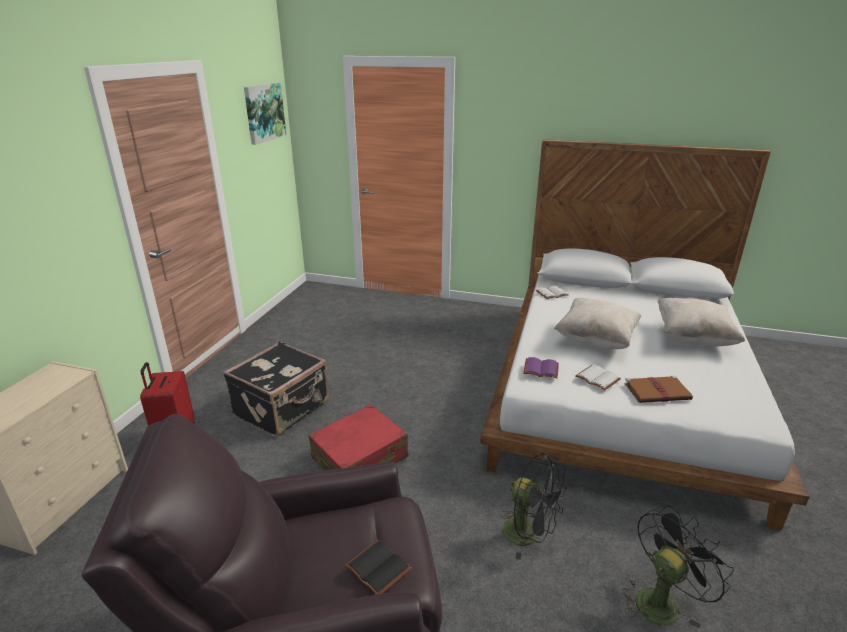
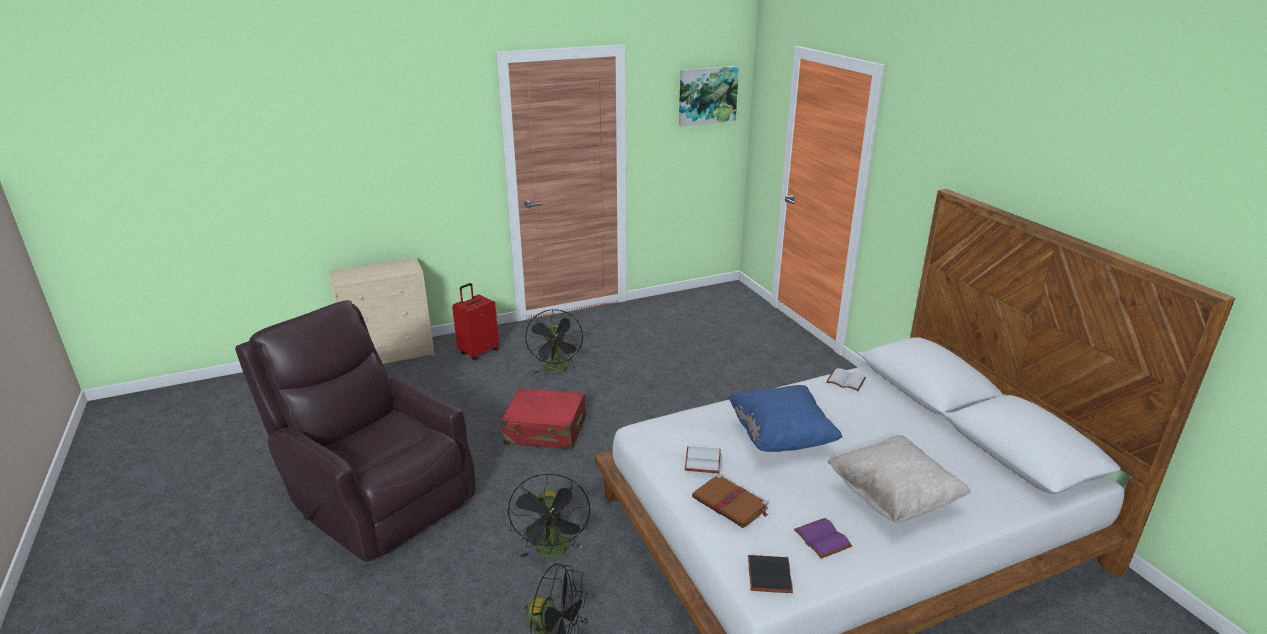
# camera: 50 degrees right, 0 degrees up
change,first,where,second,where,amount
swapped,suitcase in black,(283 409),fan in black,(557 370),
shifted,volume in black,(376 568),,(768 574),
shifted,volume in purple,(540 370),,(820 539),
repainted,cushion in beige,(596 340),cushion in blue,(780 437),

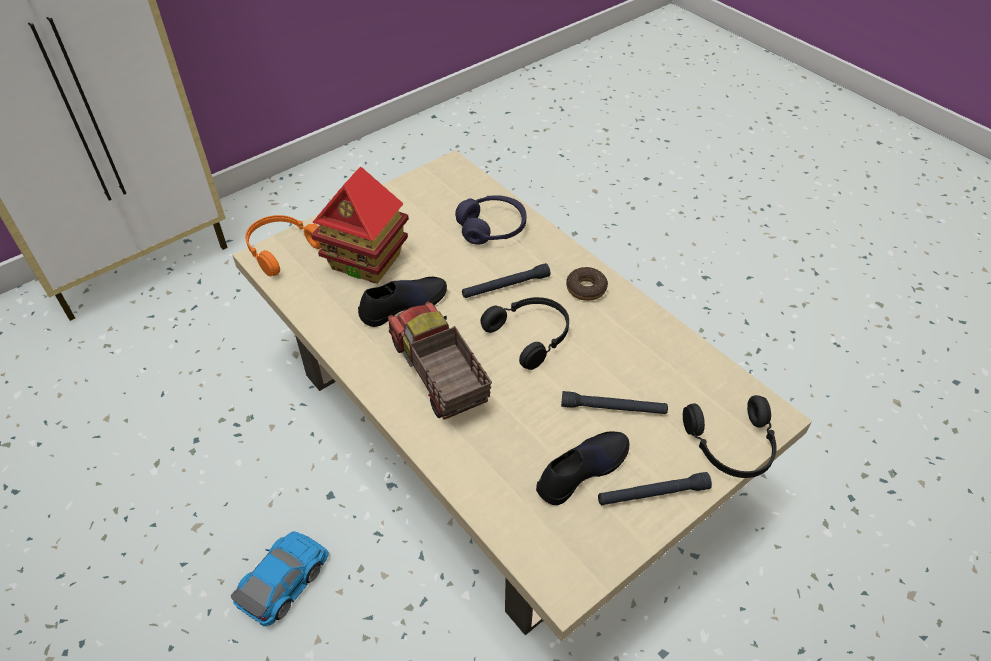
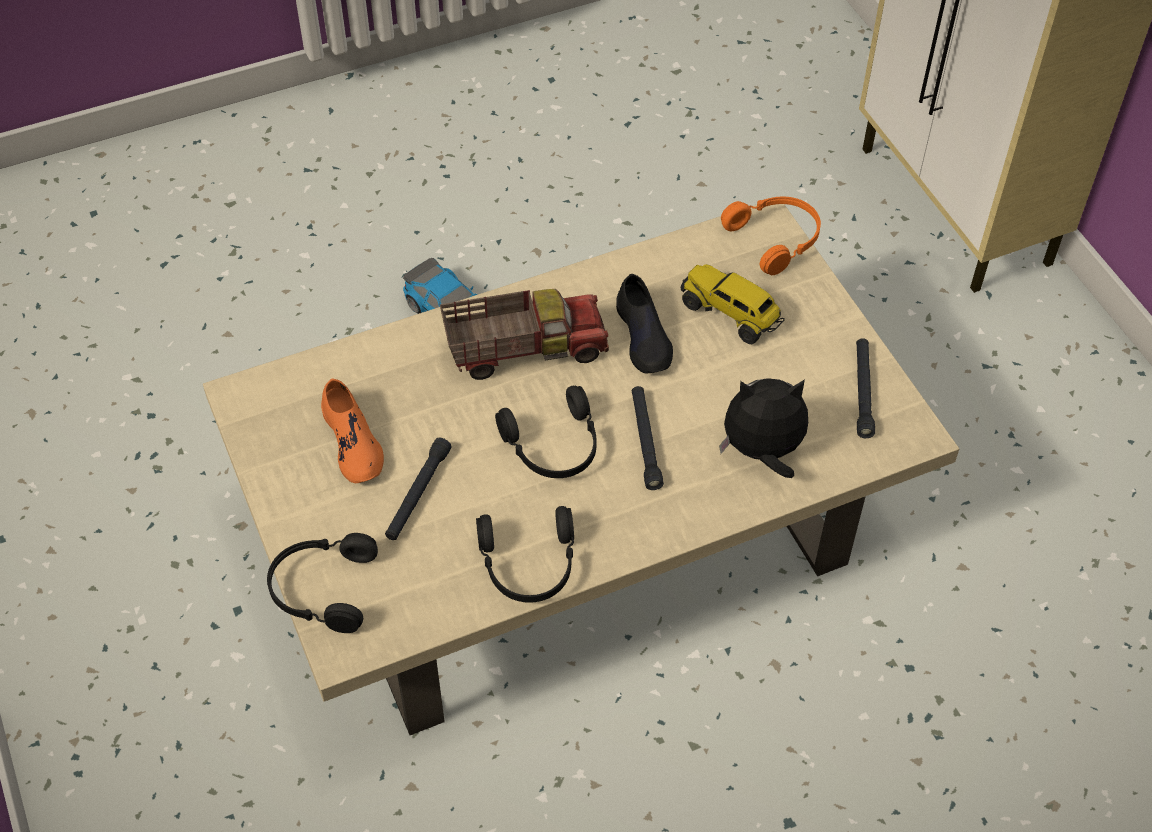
# camera: 105 degrees right, 5 degrees up
change,first,where,second,where,amount
swapped,model house,(366 261),toy lorry,(731 313),
swapped,headphones in purple,(492 228),soft toy,(762 452),
repainted,item of footwear in black,(582 470),item of footwear in orange,(353 442),
gone,ring doughnut,(586 288),,,
shifted,torch in black,(653 494),,(862 391),
new,,,headphones in black,(529 565),

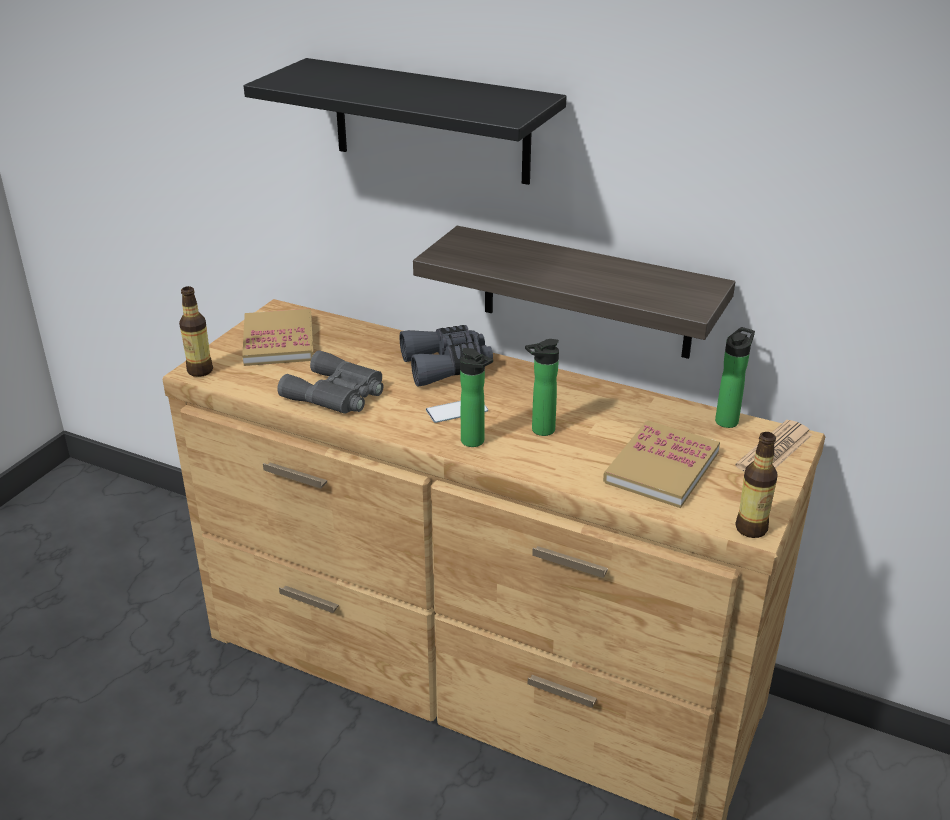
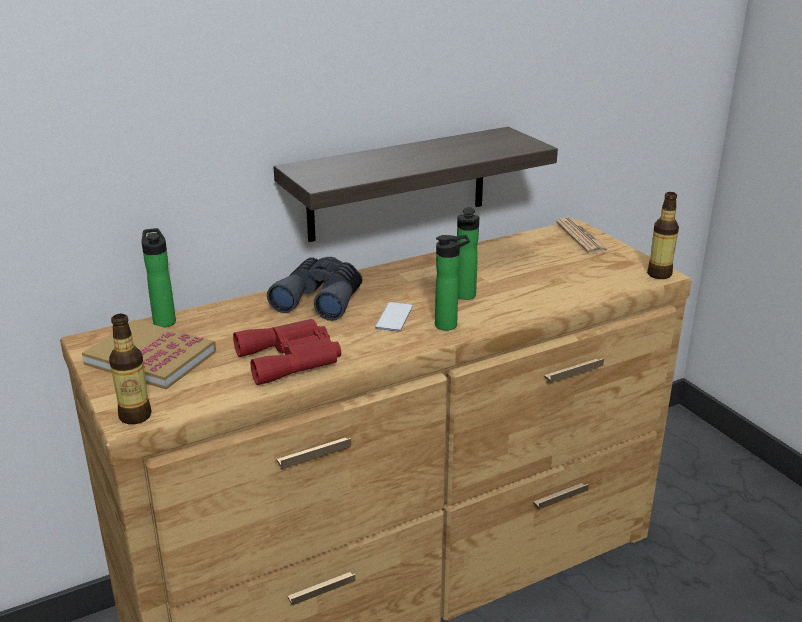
# camera: 55 degrees left, 5 degrees down
change,first,where,second,where,amount
gone,bracket shelf in black,(430 121),,,
repainted,binoculars in grey,(337 394),binoculars in red-coloured,(292 358),
gone,volume,(661 467),,,
shifted,drink bottle,(728 420),,(164 321),

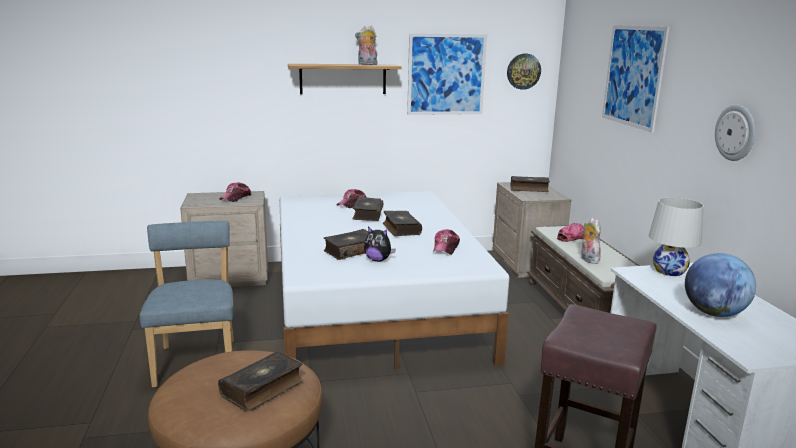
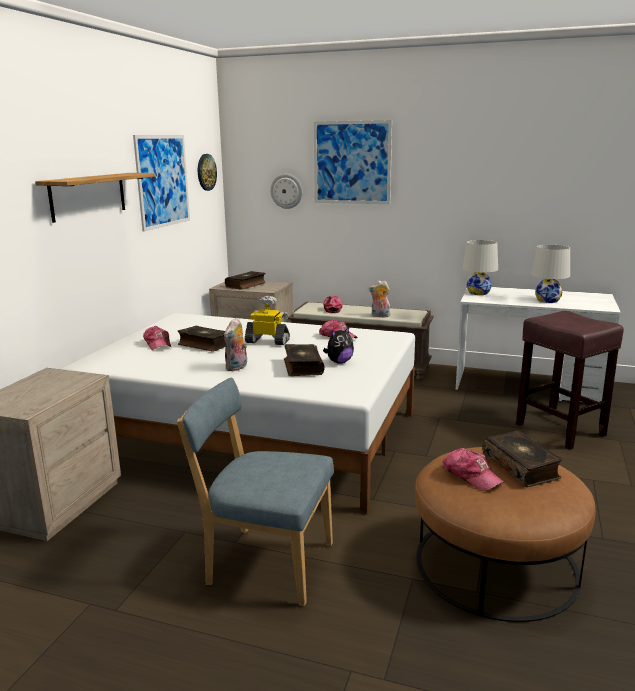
# camera: 60 degrees left, 0 degrees up
change,first,where,second,where,amount
shifted,baseball cap,(236 197),,(471 475),
shifted,soft toy,(367 64),,(237 367),
swapped,volume,(400 229),robot figure,(268 341),
swapped,globe,(713 313),tabletop lamp in white-coloured,(548 300),
shifted,wall clock,(736 132),,(286 191),

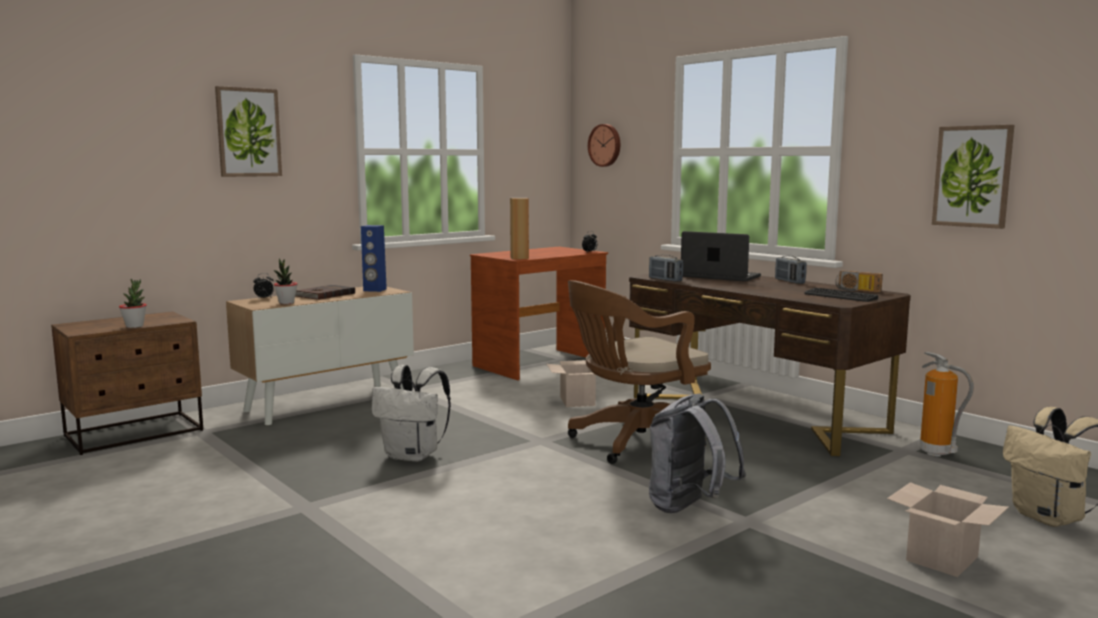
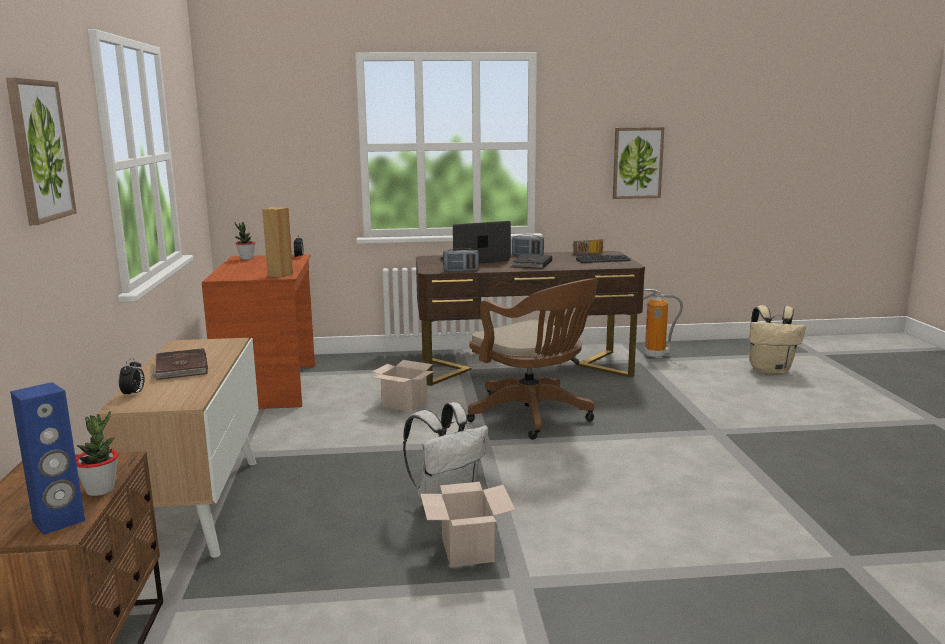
# camera: 55 degrees left, 5 degrees up
change,first,where,second,where,amount
shifted,plant in a pot,(286 303),,(247 259),
shifted,audio speaker in blue,(374 290),,(59 521),
rotated,desk chair in brownish,(634 443),,(534 416),45 degrees counterclockwise
gone,wall clock,(605 145),,,
gone,rucksack in grey,(689 507),,,
shifted,carton,(941 557),,(466 549),
new,,,volume in black,(531 264),

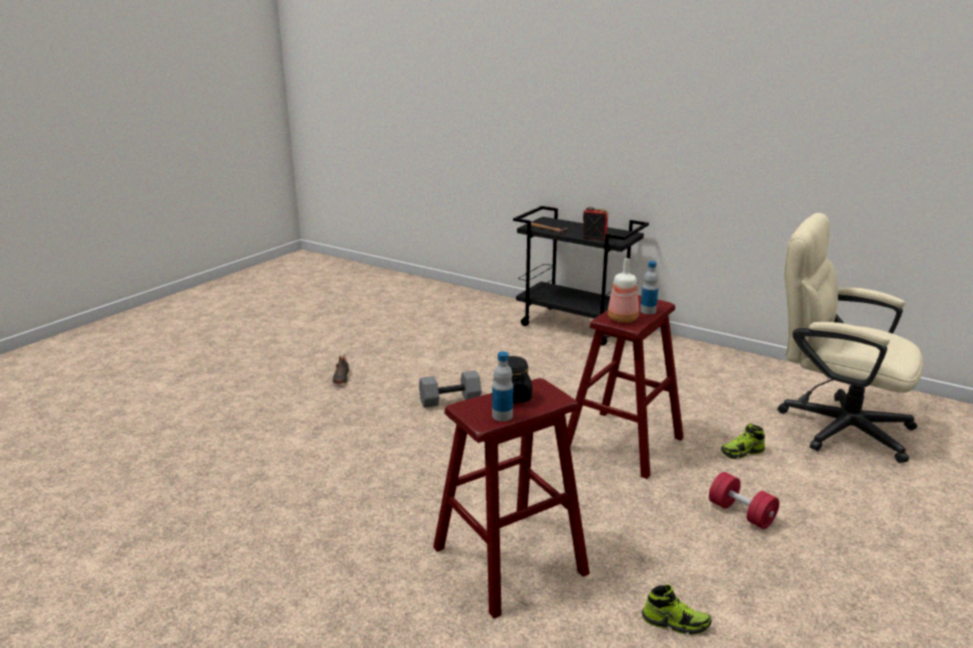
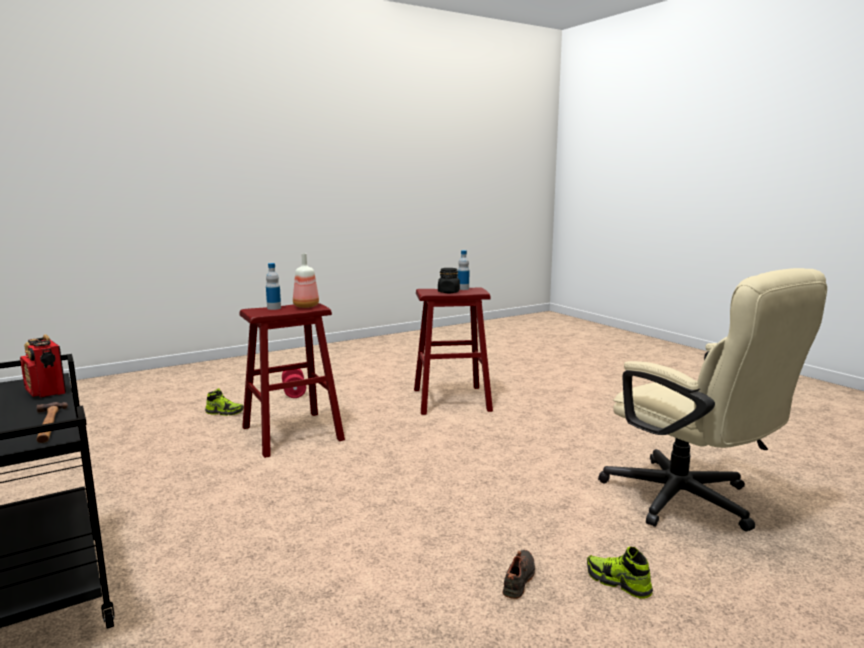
# camera: 155 degrees left, 10 degrees down
change,first,where,second,where,amount
gone,free weight in grey,(450 399),,,
shifted,item of footwear,(675 622),,(618 583),
shifted,desk chair in beige,(832 425),,(691 503),

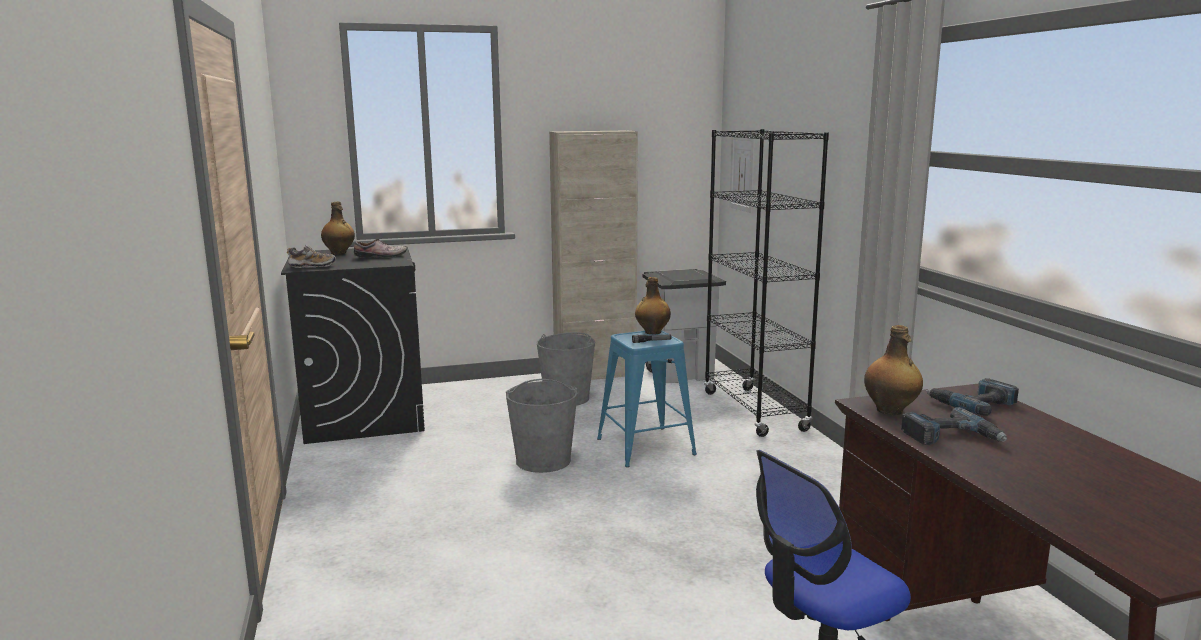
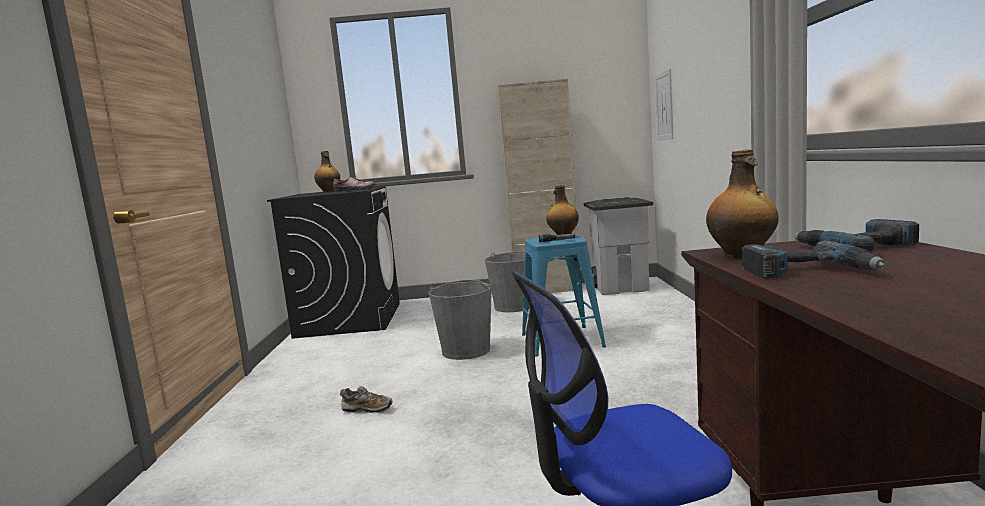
# camera: 15 degrees right, 5 degrees down
change,first,where,second,where,amount
shifted,item of footwear,(312 266),,(367 410),
gone,bookshelf in black,(754 411),,,

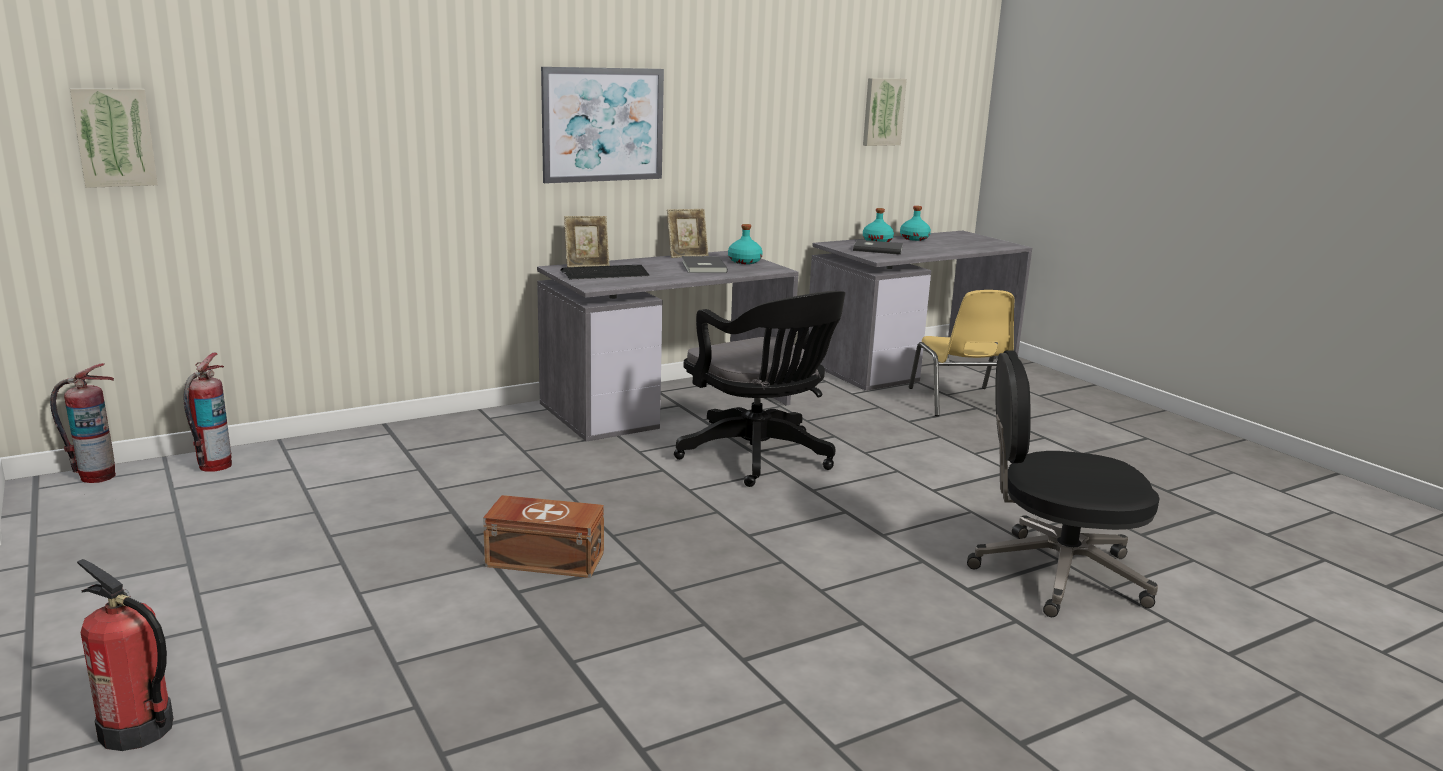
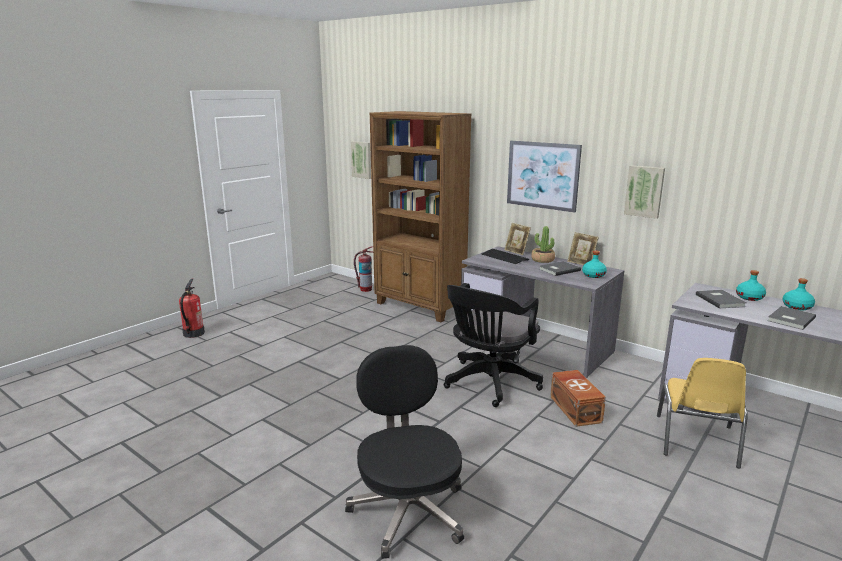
# camera: 70 degrees right, 0 degrees up
change,first,where,second,where,amount
gone,fire extinguisher,(97 476),,,
shifted,storage container in brownish,(544 558),,(575 408),
shifted,wall picture,(882 112),,(644 191),
rotated,chair in yellowish,(960 402),,(696 441),45 degrees counterclockwise
new,,,bookshelf in brownish,(420 307),
new,,,plant in a pot,(542 260),
new,,,volume in grey,(789 319),

